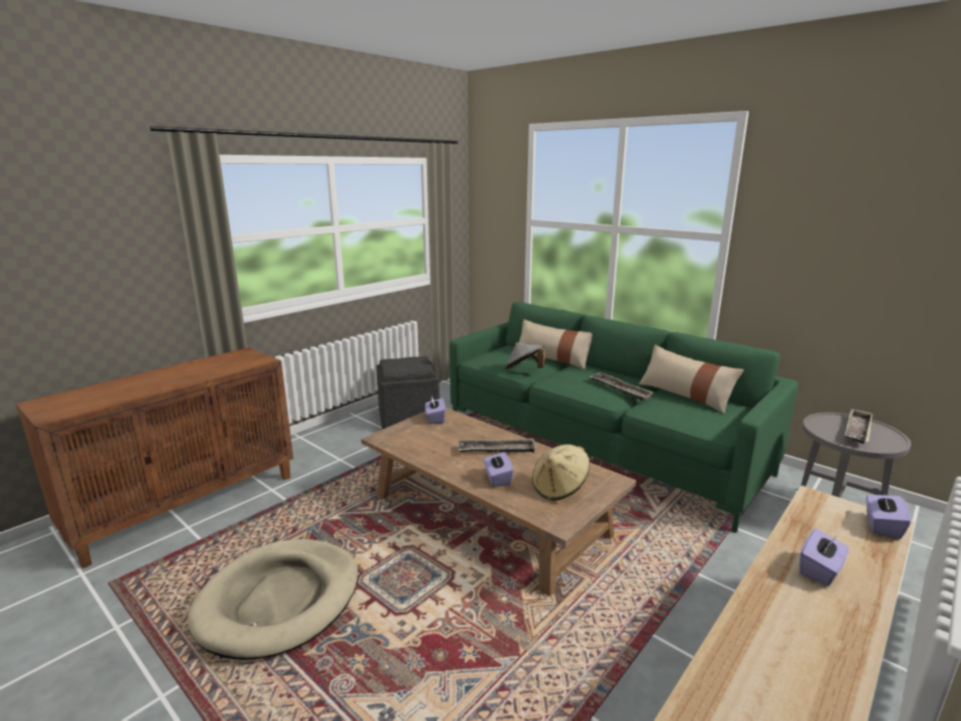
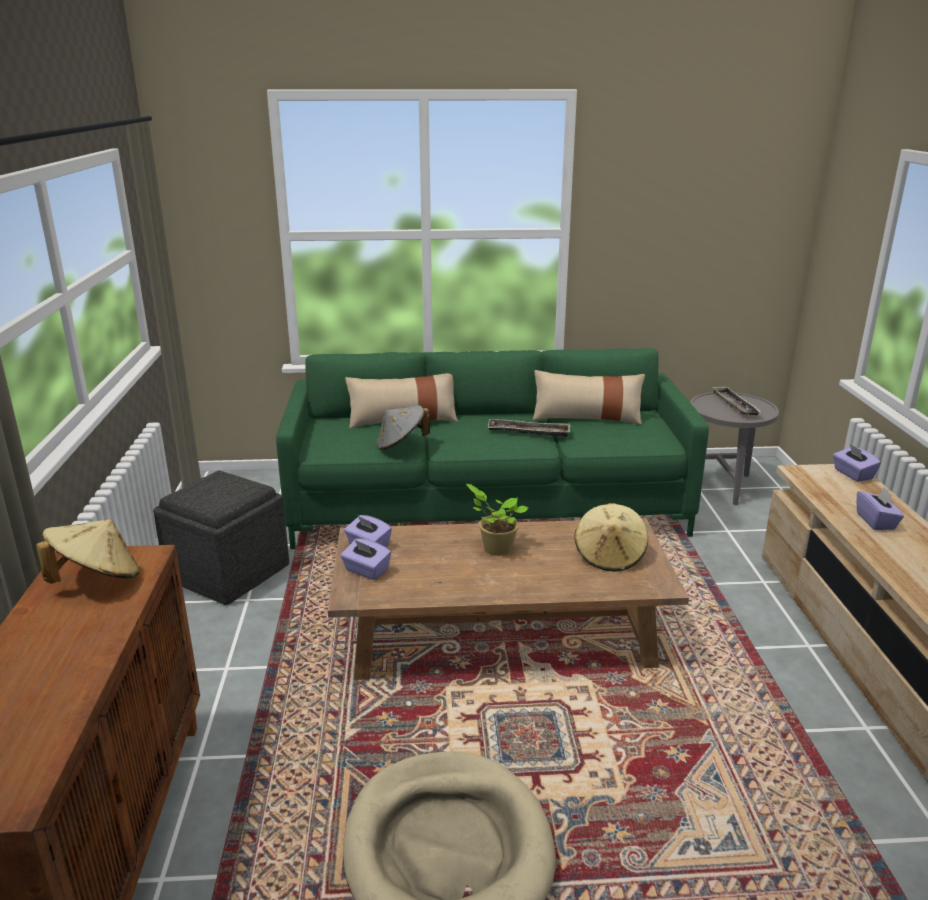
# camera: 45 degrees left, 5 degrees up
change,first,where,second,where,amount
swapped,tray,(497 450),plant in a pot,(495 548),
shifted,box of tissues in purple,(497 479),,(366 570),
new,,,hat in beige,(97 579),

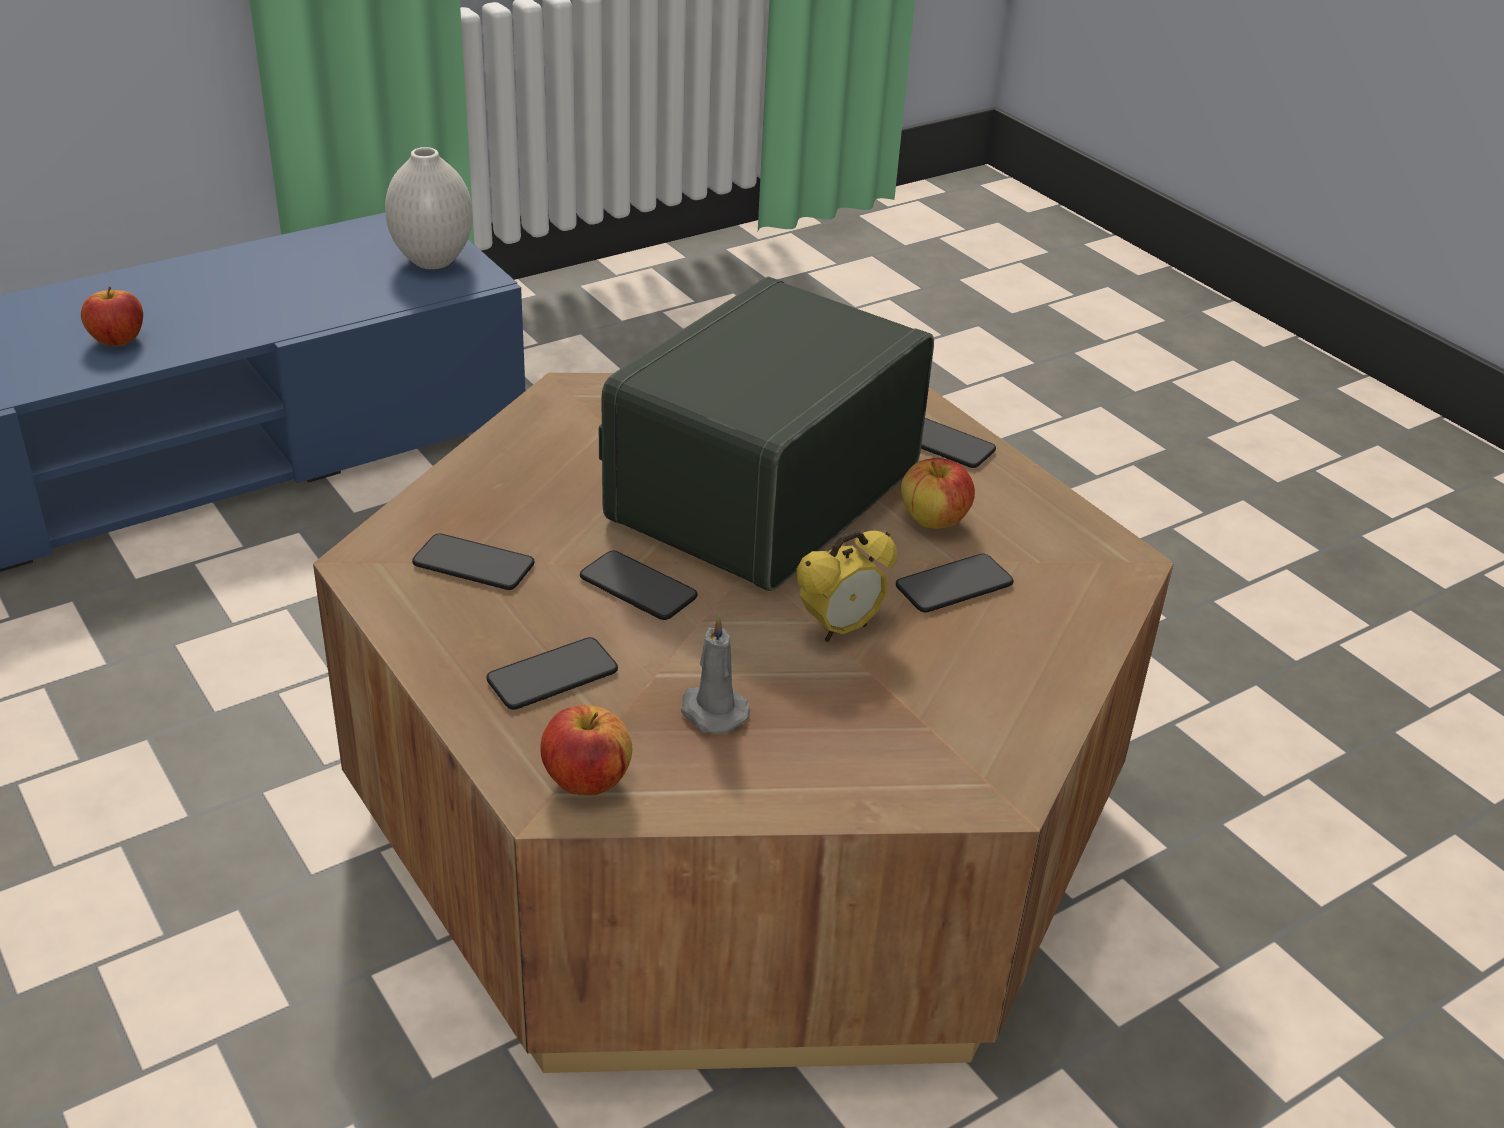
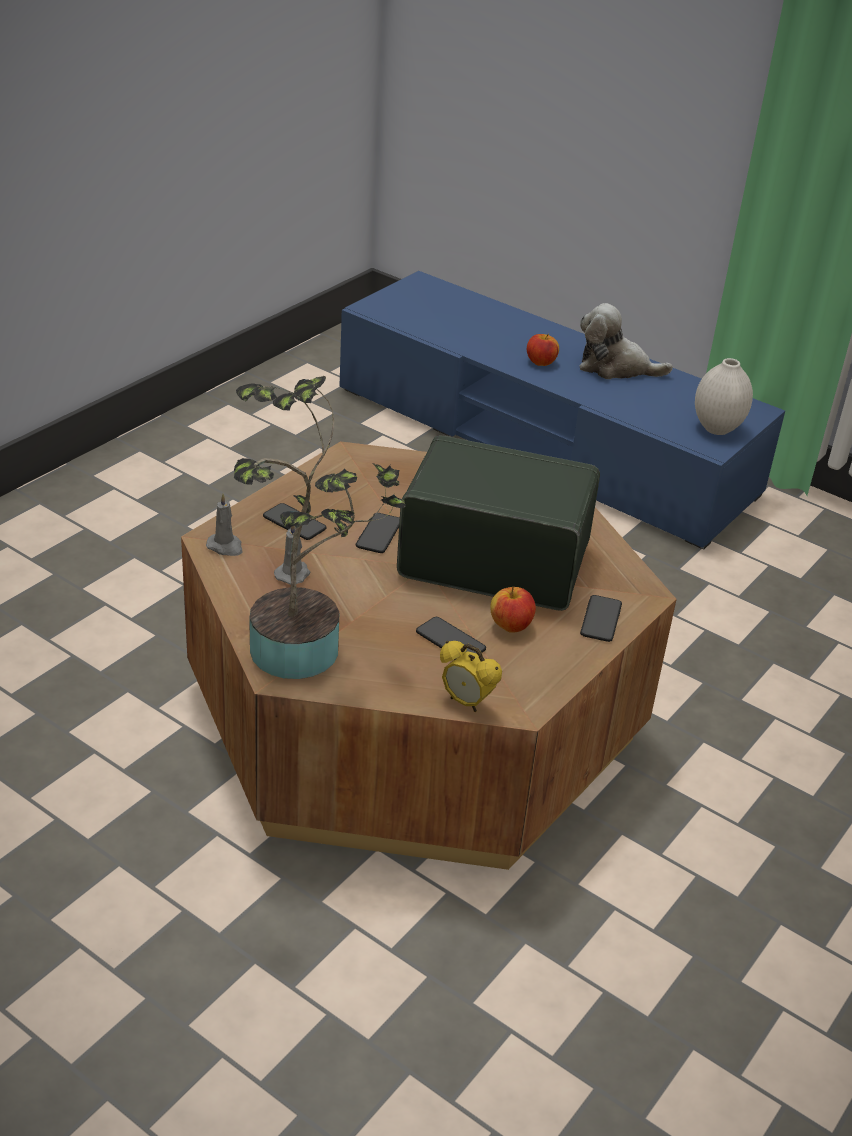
# camera: 70 degrees right, 0 degrees up
change,first,where,second,where,amount
gone,telephone,(473 564),,,
swapped,apple fruit,(586 780),wax candle in grey,(225 547),
shifted,bedside clock,(840 629),,(466 702),
new,,,plant in a pot,(305 648),
new,,,soft toy,(615 367),

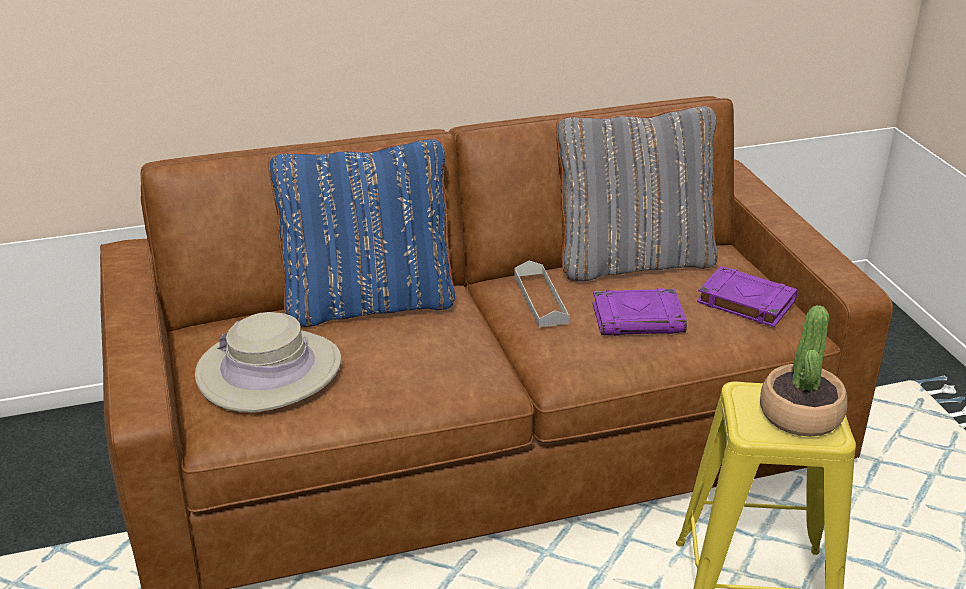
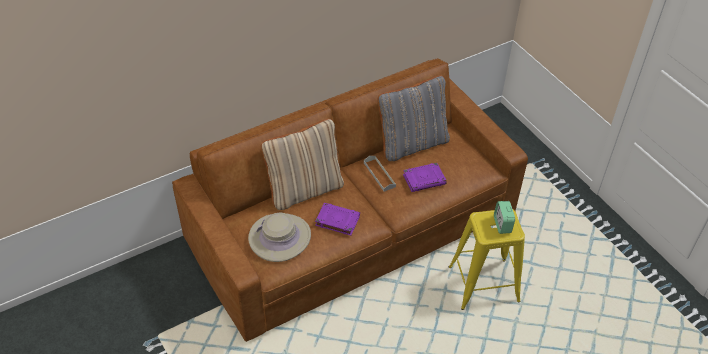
# camera: 15 degrees left, 15 degrees up
change,first,where,second,where,amount
repainted,cushion in blue,(368 302),cushion in beige,(304 189),
shifted,volume in purple,(745 301),,(337 221),
swapped,plant in a pot,(801 414),bedside clock,(502 225),

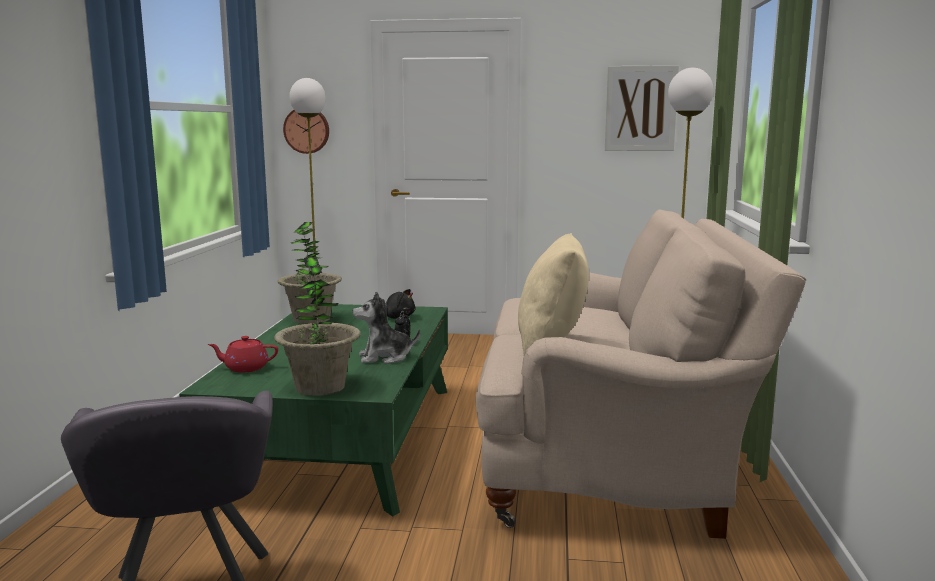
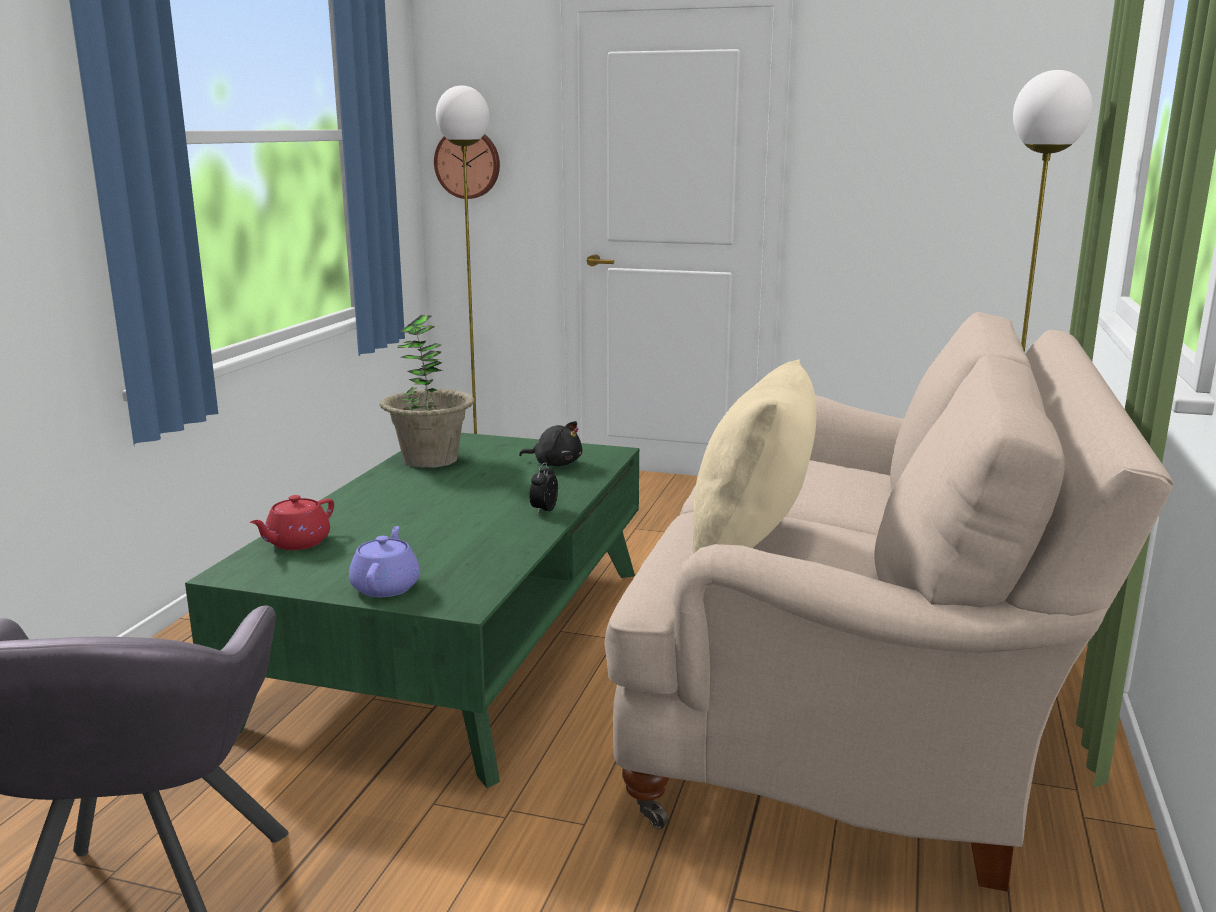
# camera: 10 degrees right, 5 degrees up
change,first,where,second,where,amount
rotated,tea pot in red-coloured,(245 368),,(297 543),60 degrees counterclockwise
swapped,plant in a pot,(320 387),tea pot in purple,(386 586),
gone,soft toy,(385 357),,,
gone,wall picture,(640 108),,,

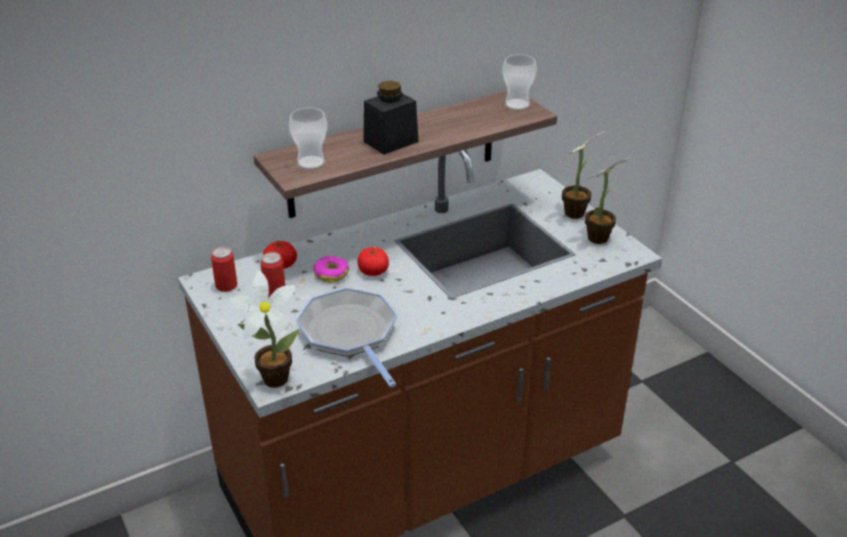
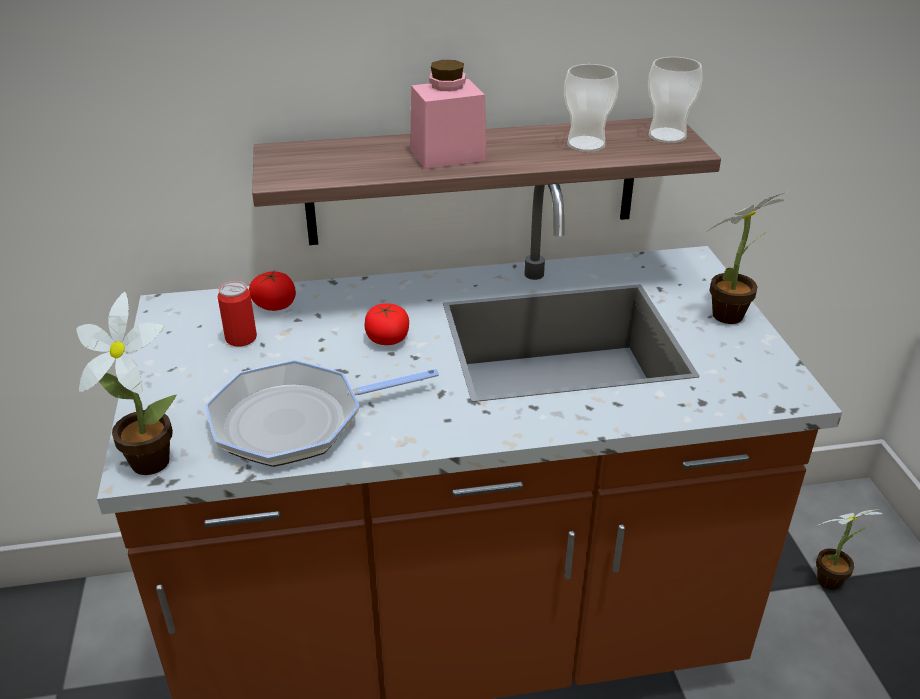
# camera: 20 degrees right, 0 degrees up
change,first,where,second,where,amount
gone,can,(226 286),,,
shifted,cup,(311 163),,(586 144),
rotated,skillet,(350 334),,(296 421),105 degrees counterclockwise
gone,ring doughnut,(331 274),,,
repainted,preserve jar in black,(390 141),preserve jar in pink-coloured,(448 155),
shifted,plant in a pot,(601 237),,(833 580),

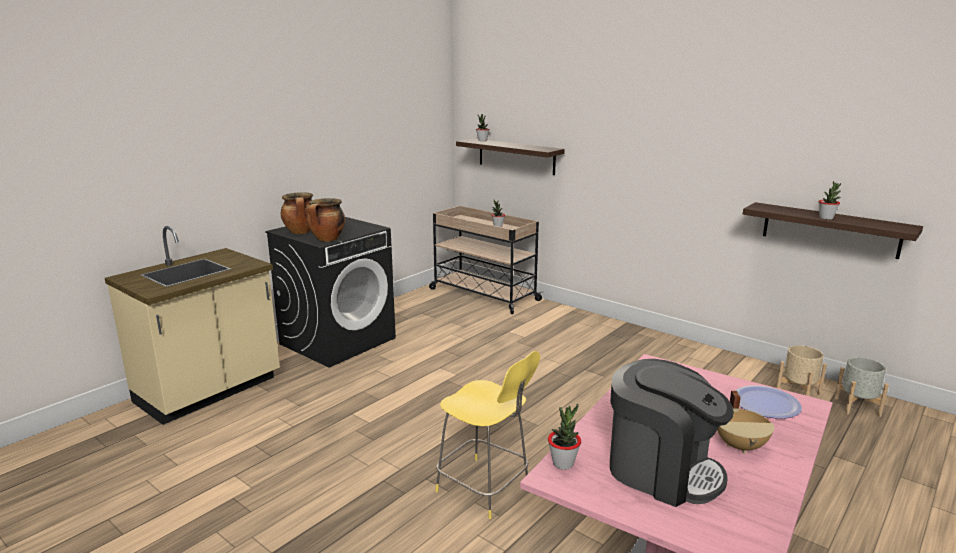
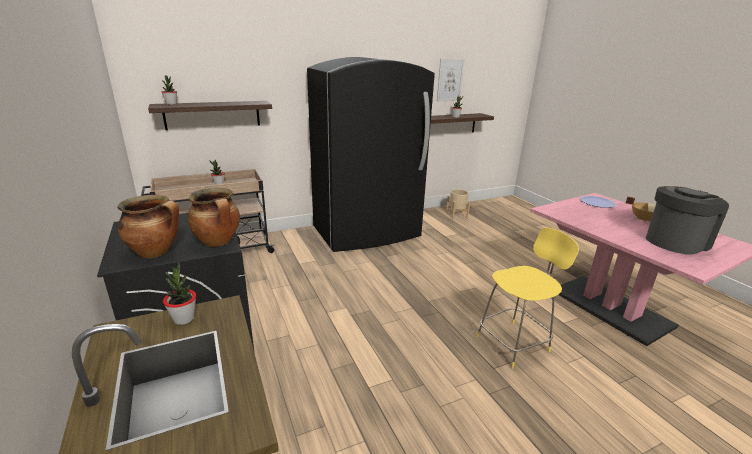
# camera: 65 degrees left, 5 degrees up
change,first,where,second,where,amount
shifted,plant in a pot,(563 463),,(184 319),
gone,flower pot in grey,(857 406),,,
new,,,kitchen fridge in black,(367 233),
new,,,wall picture,(450 80),

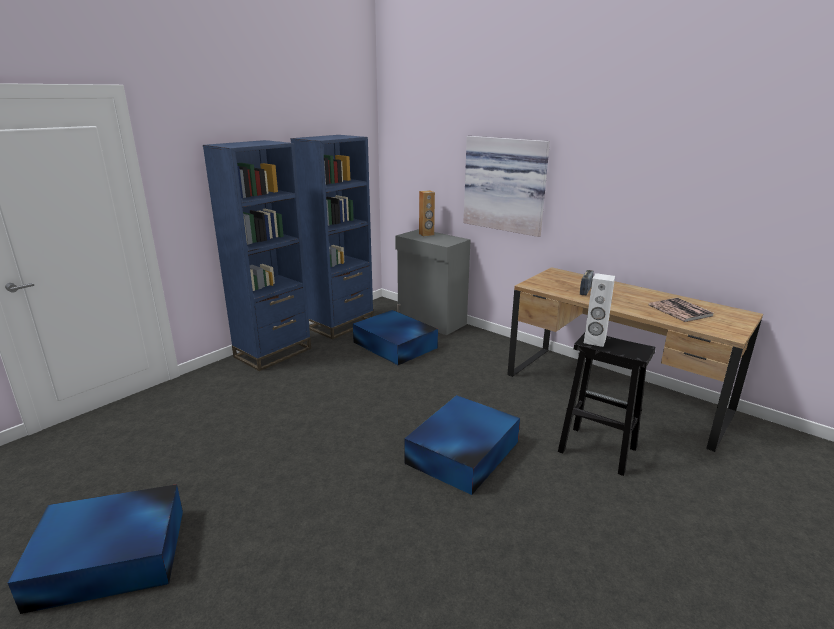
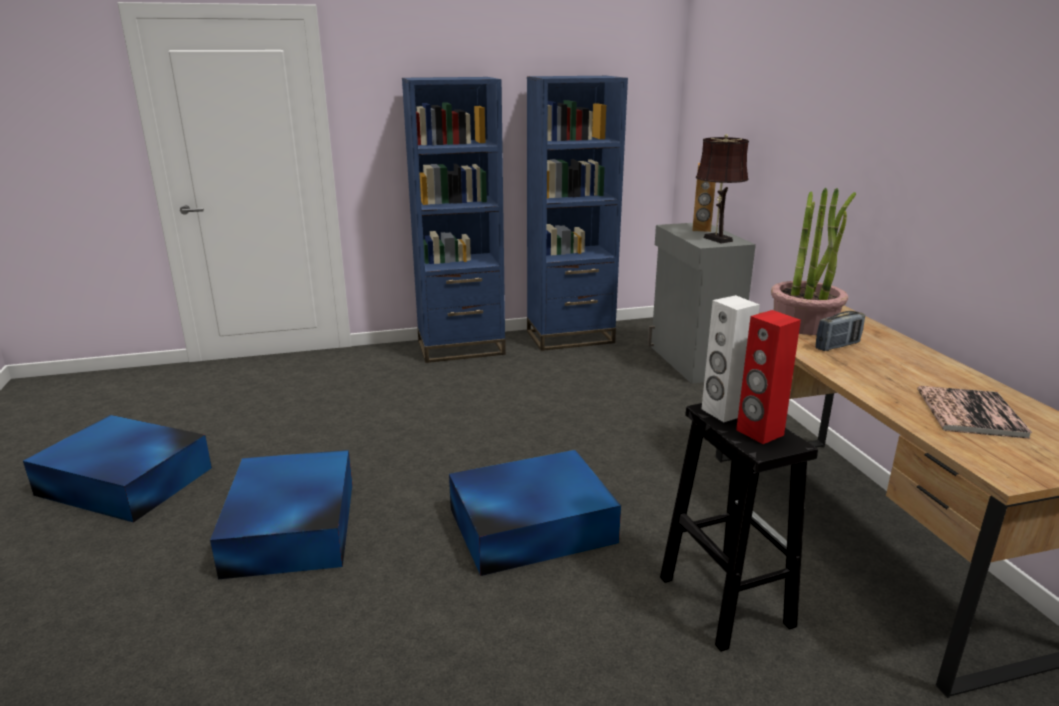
# camera: 35 degrees right, 0 degrees up
change,first,where,second,where,amount
shifted,storage container in blue,(395 345),,(290 528),
gone,wall picture,(506 184),,,
new,,,tabletop lamp in brownish,(716 239),
new,,,audio speaker in red-coloured,(759 433),
new,,,plant in a pot,(804 324),

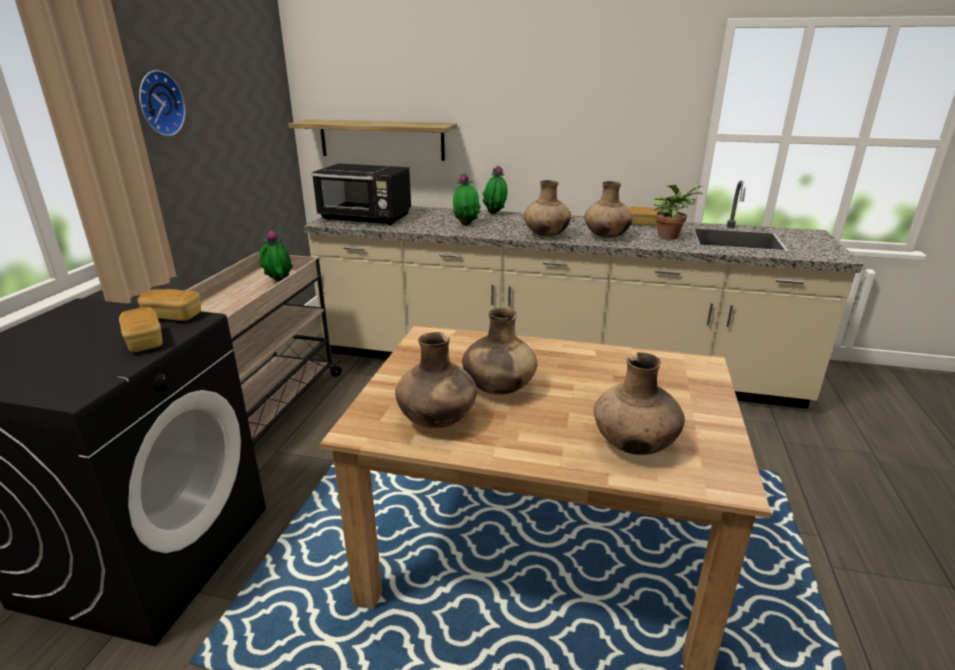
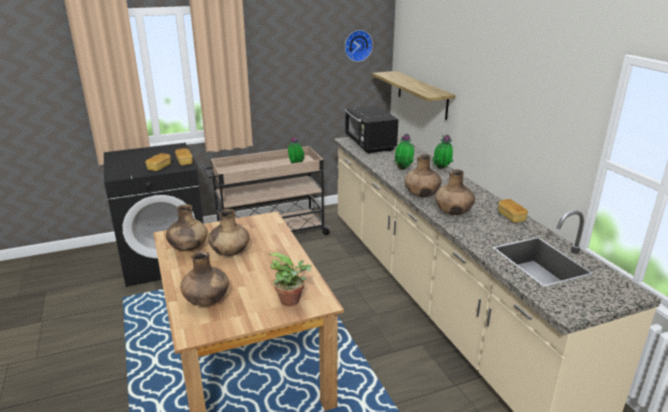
# camera: 55 degrees right, 0 degrees up
change,first,where,second,where,amount
shifted,wall clock,(158 103),,(357 45),
shifted,plant in a pot,(669 236),,(292 301),

